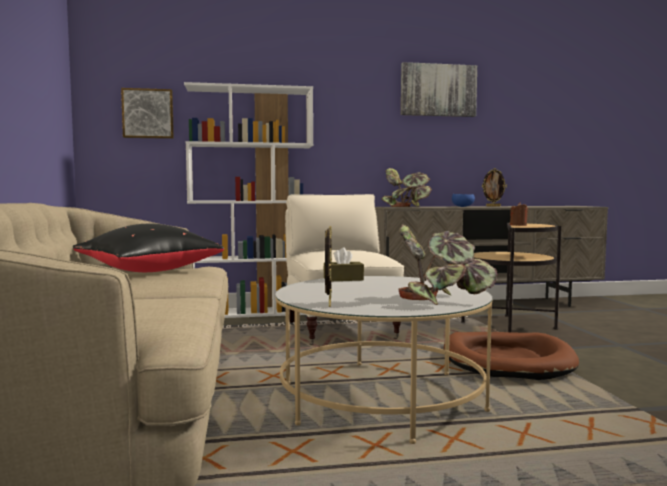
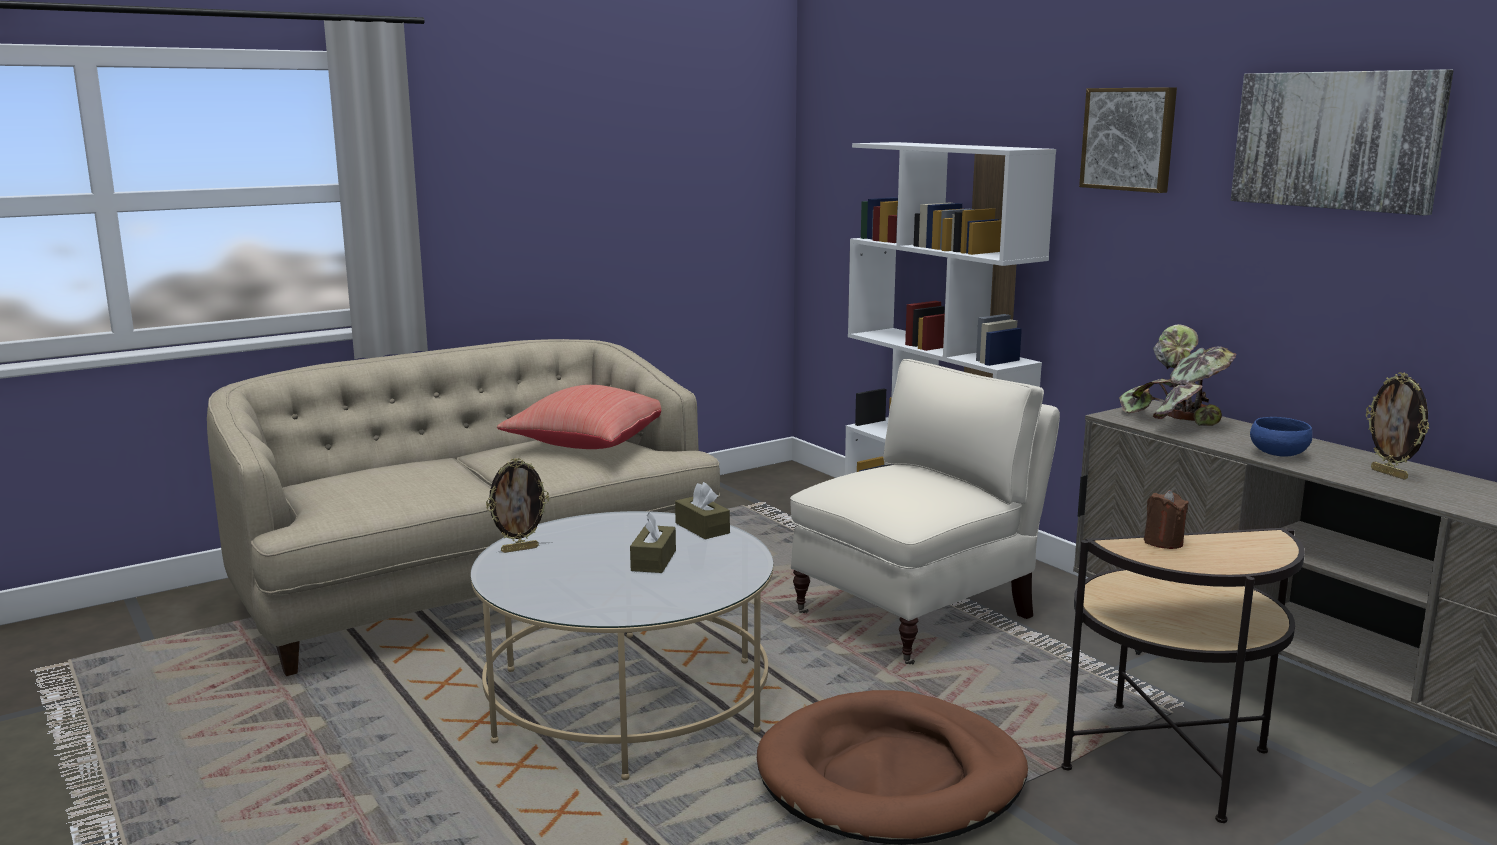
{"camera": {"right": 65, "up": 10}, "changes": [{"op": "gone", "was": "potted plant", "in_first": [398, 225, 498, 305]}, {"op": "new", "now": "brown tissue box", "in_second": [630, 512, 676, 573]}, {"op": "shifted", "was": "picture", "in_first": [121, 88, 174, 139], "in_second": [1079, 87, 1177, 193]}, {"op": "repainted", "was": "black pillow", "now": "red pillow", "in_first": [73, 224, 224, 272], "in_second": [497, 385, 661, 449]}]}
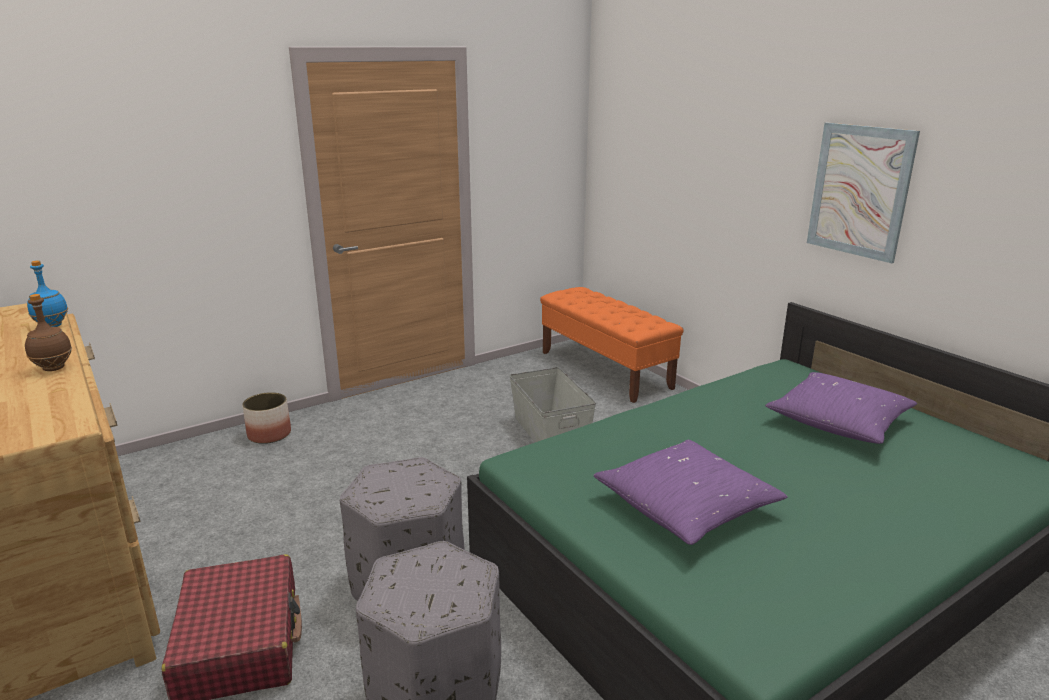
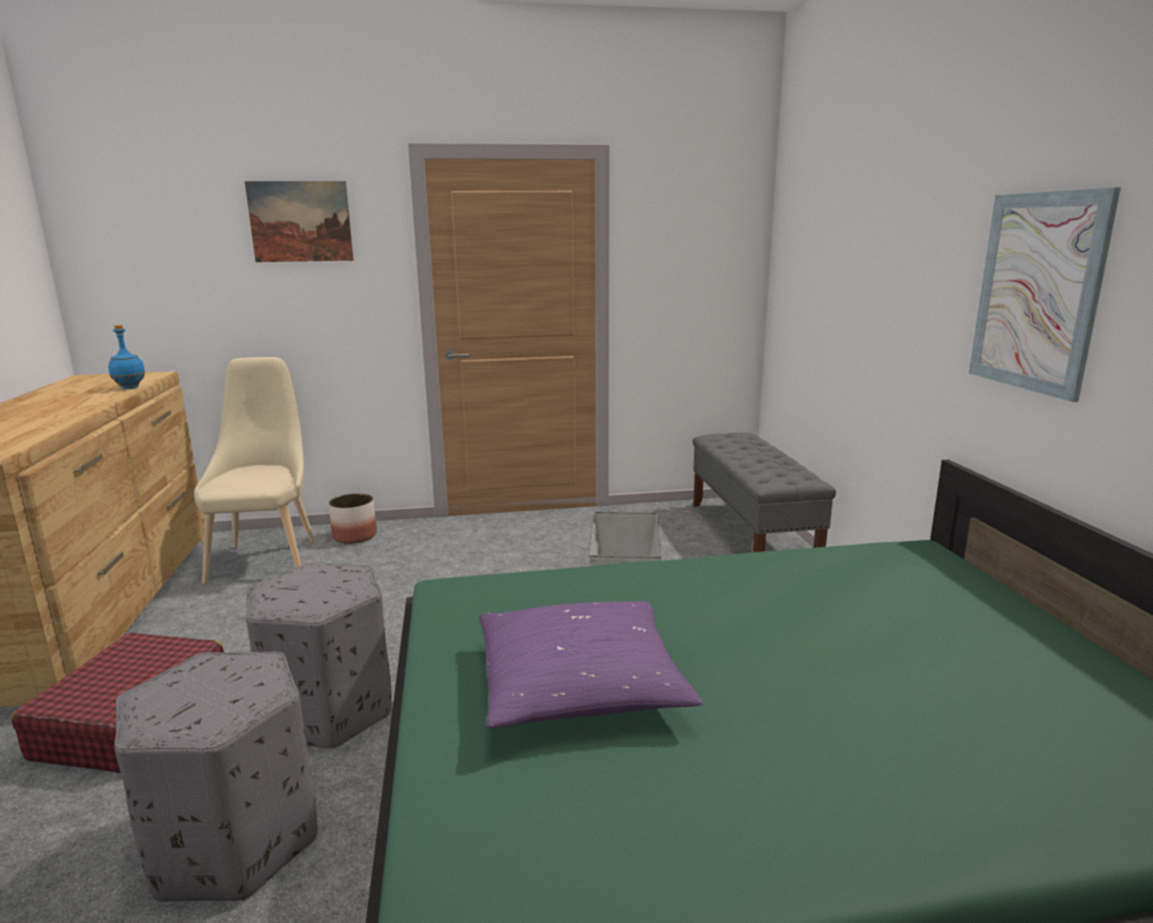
{"camera": {"right": 25, "up": -5}, "changes": [{"op": "gone", "was": "brown bottle", "in_first": [25, 294, 72, 371]}, {"op": "gone", "was": "purple pillow", "in_first": [765, 372, 917, 444]}, {"op": "new", "now": "beige chair", "in_second": [194, 357, 315, 584]}, {"op": "new", "now": "picture", "in_second": [245, 181, 354, 262]}, {"op": "repainted", "was": "orange bench", "now": "grey bench", "in_first": [540, 287, 684, 403], "in_second": [693, 433, 836, 552]}]}
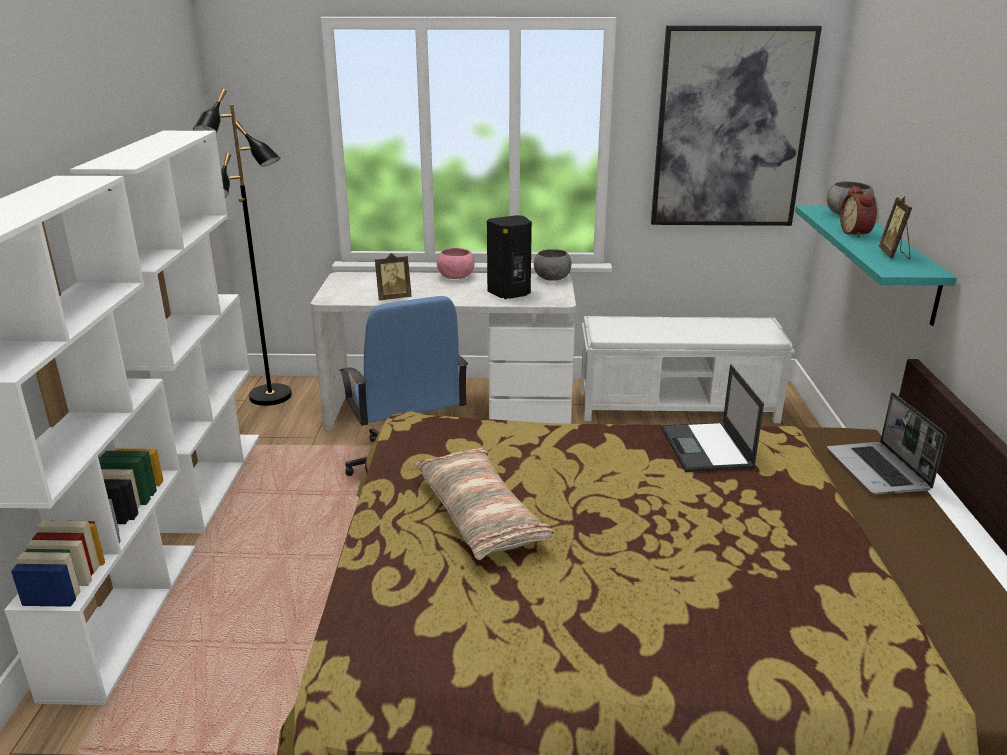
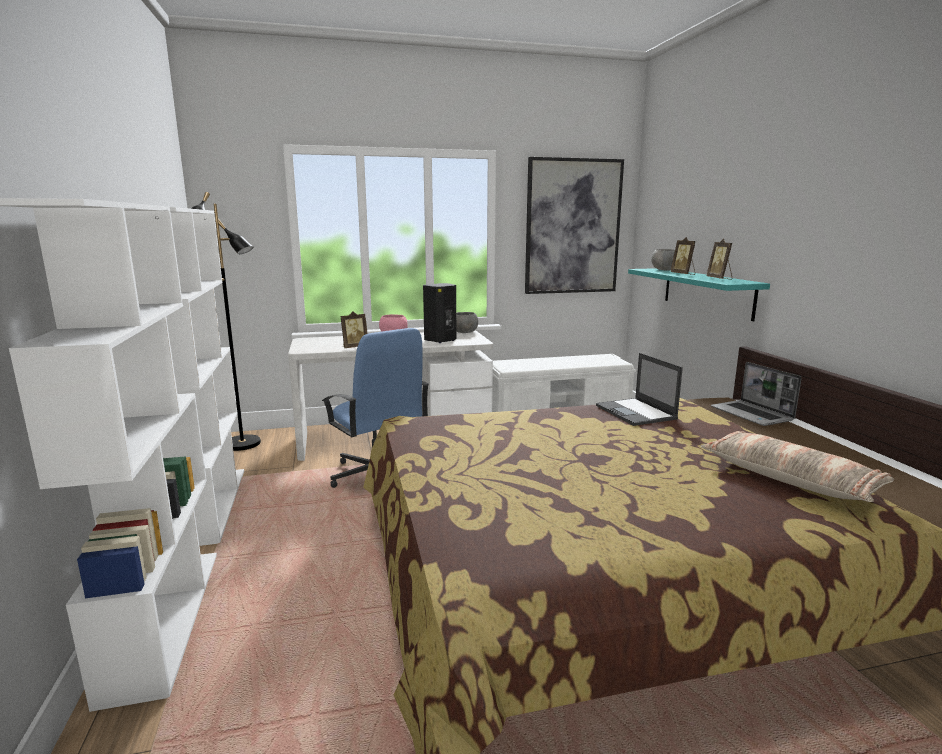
{"camera": {"right": -15, "up": -10}, "changes": [{"op": "shifted", "was": "pillow", "in_first": [414, 448, 554, 560], "in_second": [701, 431, 894, 502]}, {"op": "swapped", "was": "alarm clock", "now": "picture frame", "in_first": [840, 186, 877, 238], "in_second": [670, 237, 696, 275]}]}
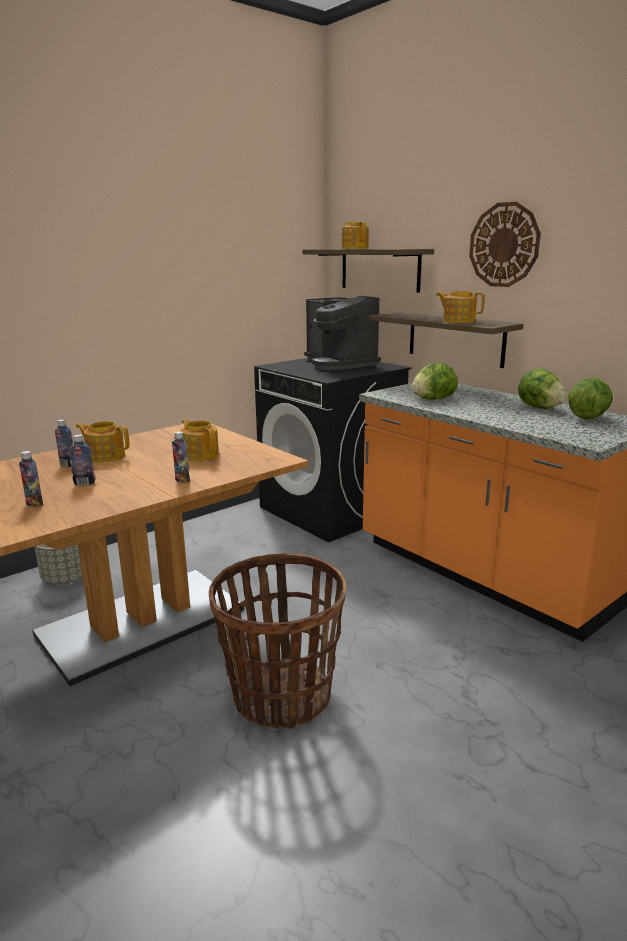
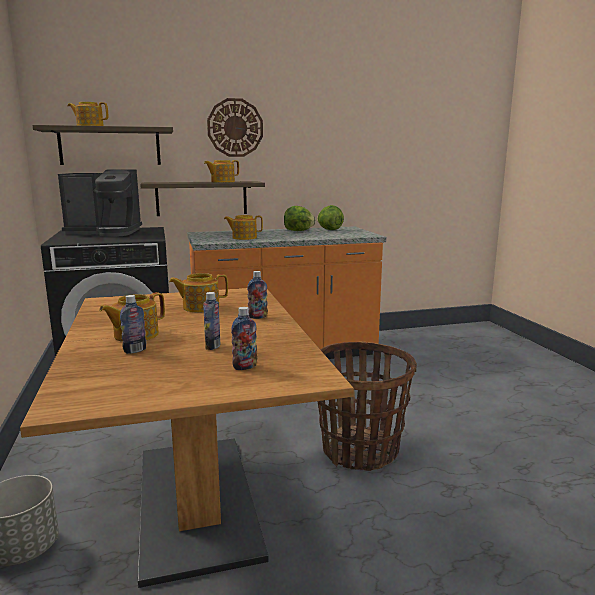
{"camera": {"right": -65, "up": -5}, "changes": [{"op": "swapped", "was": "lettuce", "now": "teapot", "in_first": [412, 362, 458, 400], "in_second": [224, 215, 263, 240]}]}
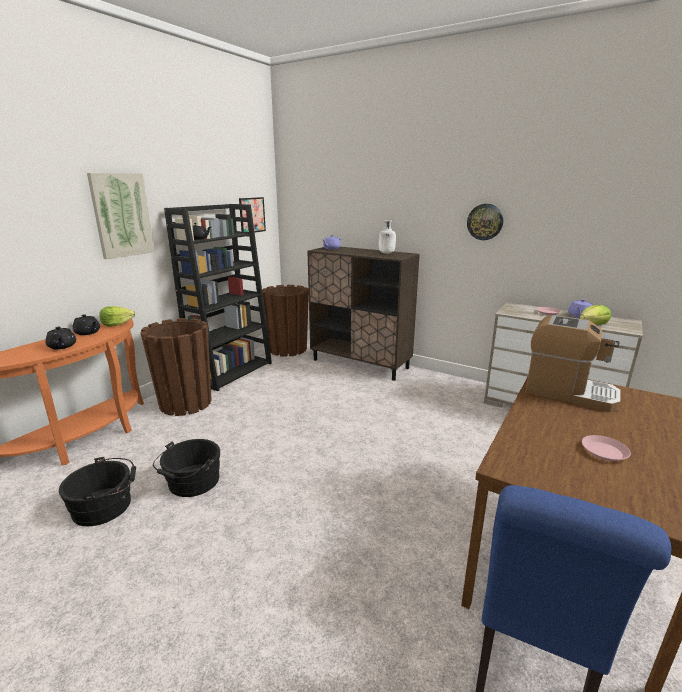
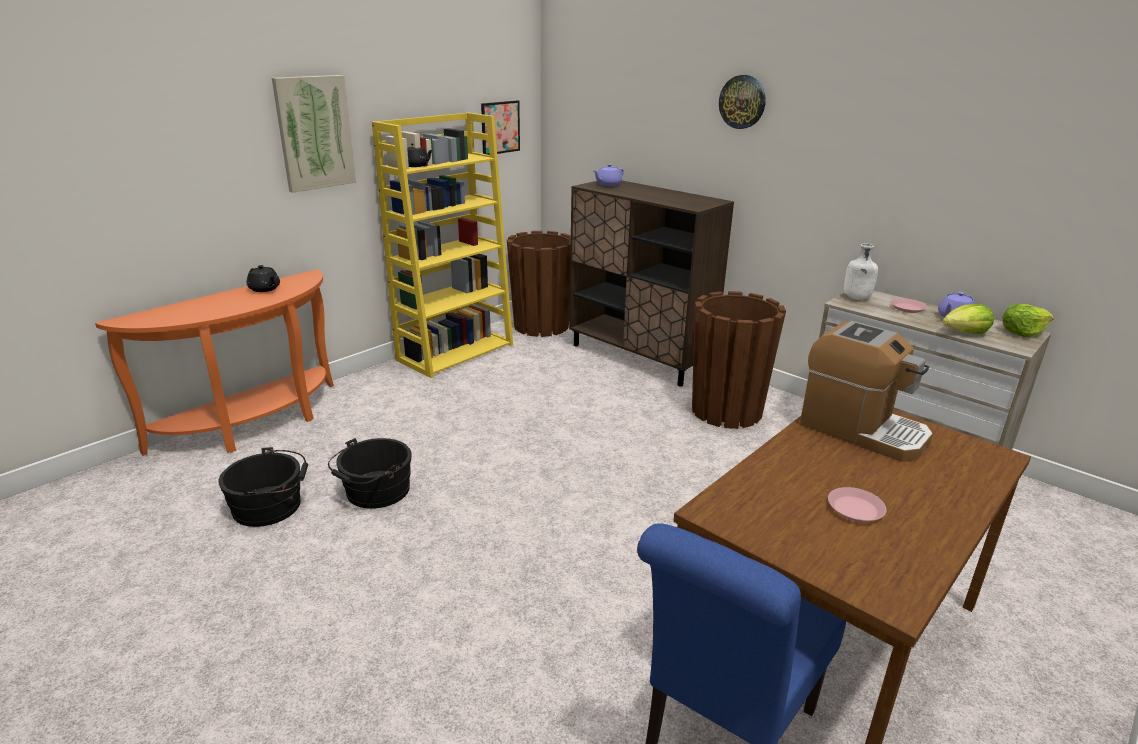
{"camera": {"right": 10, "up": 5}, "changes": [{"op": "gone", "was": "black teapot", "in_first": [45, 327, 76, 349]}, {"op": "shifted", "was": "lettuce", "in_first": [99, 306, 135, 327], "in_second": [1002, 304, 1054, 337]}, {"op": "shifted", "was": "brown planter", "in_first": [140, 318, 212, 416], "in_second": [692, 291, 786, 429]}, {"op": "shifted", "was": "white bottle", "in_first": [379, 220, 396, 254], "in_second": [844, 243, 878, 300]}, {"op": "shifted", "was": "wall clock", "in_first": [467, 204, 503, 240], "in_second": [719, 75, 766, 129]}, {"op": "repainted", "was": "black bookcase", "now": "yellow bookcase", "in_first": [164, 204, 272, 391], "in_second": [372, 112, 513, 378]}]}
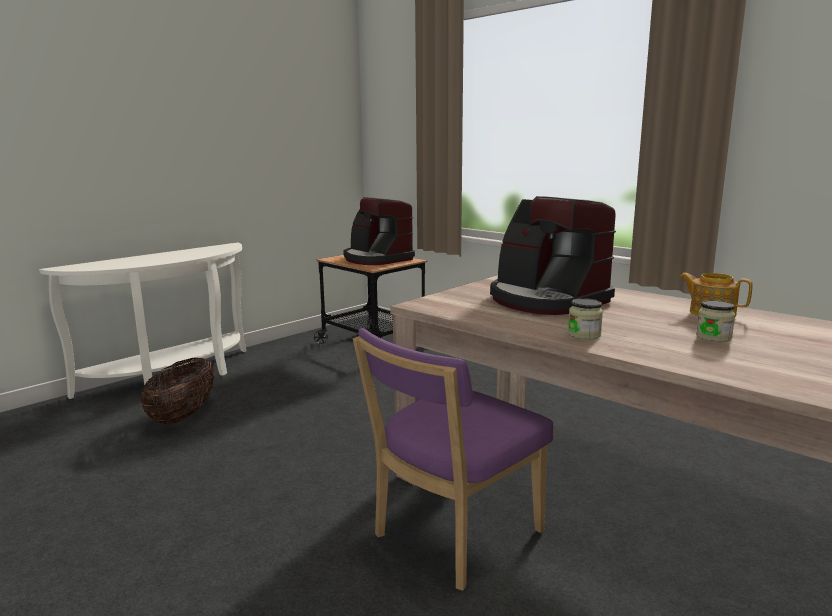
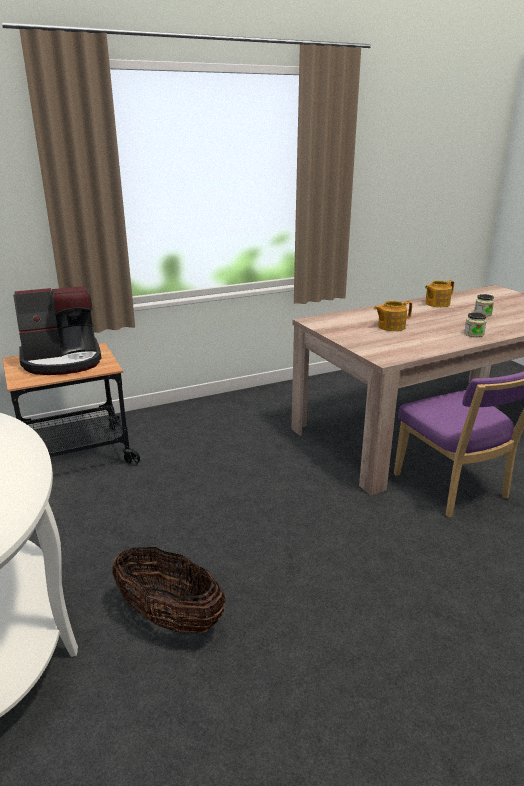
{"camera": {"right": -70, "up": 10}, "changes": [{"op": "swapped", "was": "coffee machine", "now": "teapot", "in_first": [490, 196, 616, 315], "in_second": [374, 301, 412, 331]}]}
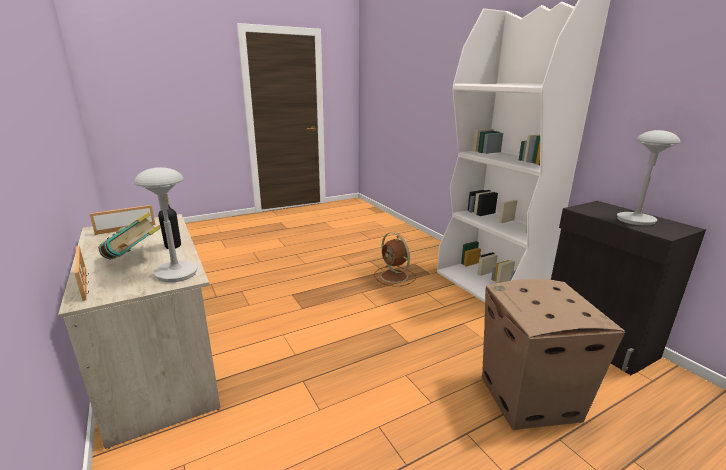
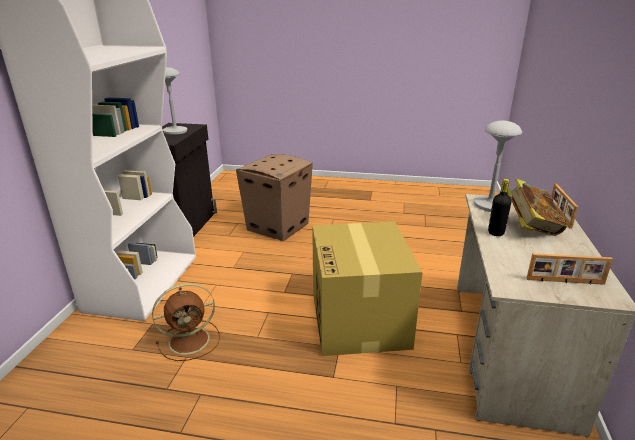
{"camera": {"right": -140, "up": 5}, "changes": [{"op": "new", "now": "cardboard box", "in_second": [312, 221, 423, 356]}, {"op": "rotated", "was": "brown fan", "in_first": [374, 232, 416, 287], "in_second": [152, 283, 220, 361], "clockwise": 60}]}
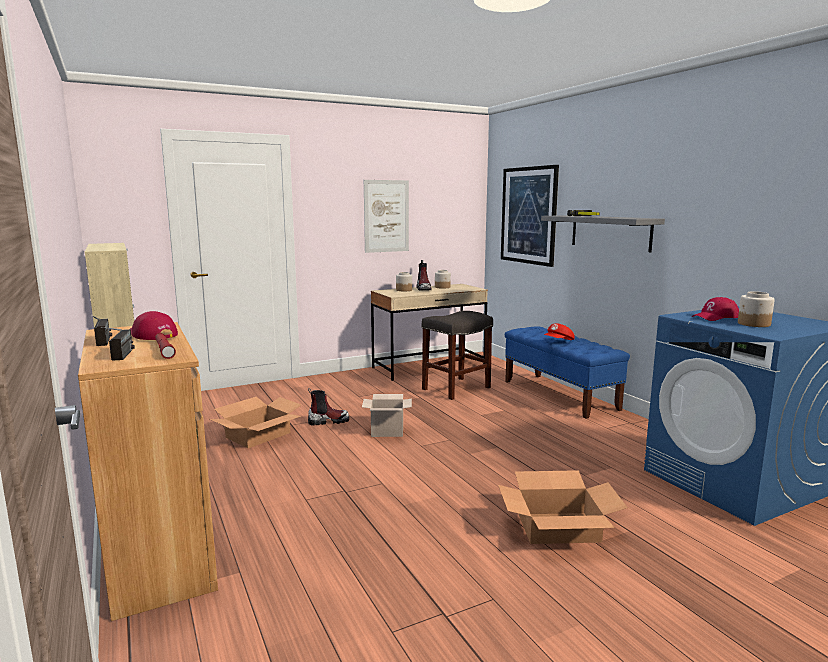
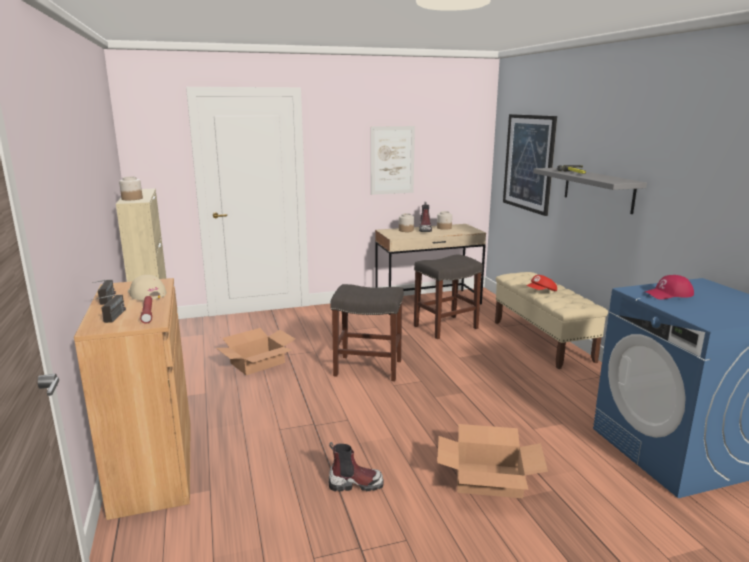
{"camera": {"right": 10, "up": 5}, "changes": [{"op": "shifted", "was": "boot", "in_first": [308, 388, 349, 425], "in_second": [329, 442, 384, 492]}, {"op": "shifted", "was": "jar", "in_first": [738, 291, 775, 327], "in_second": [119, 177, 143, 200]}, {"op": "swapped", "was": "cardboard box", "now": "grey stool", "in_first": [362, 394, 412, 437], "in_second": [330, 284, 404, 381]}, {"op": "repainted", "was": "red cap", "now": "beige cap", "in_first": [130, 311, 178, 340], "in_second": [128, 275, 166, 301]}, {"op": "repainted", "was": "blue bench", "now": "beige bench", "in_first": [505, 326, 630, 419], "in_second": [495, 272, 608, 369]}]}
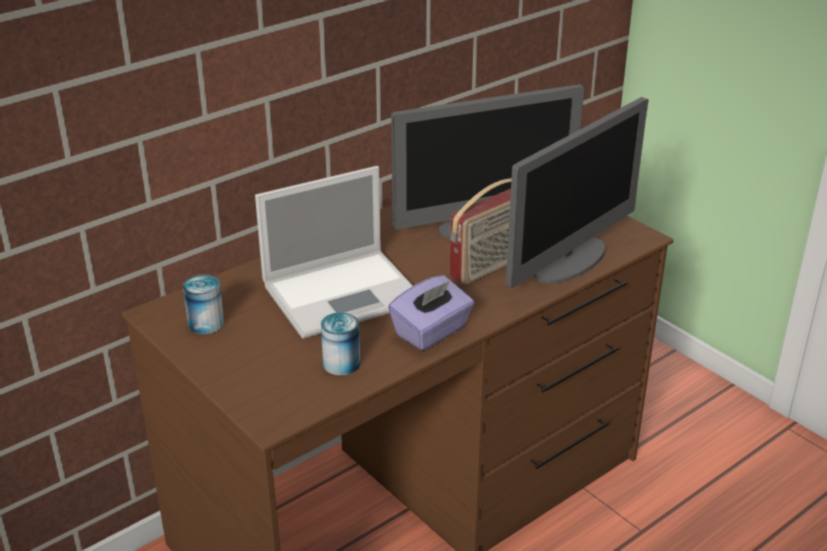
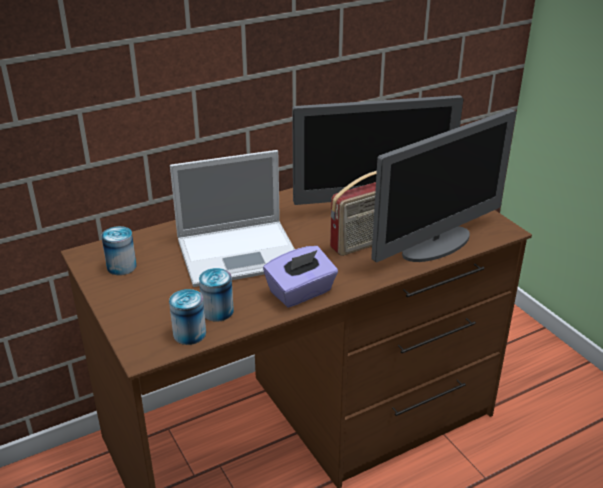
{"camera": {"right": 10, "up": 0}, "changes": [{"op": "new", "now": "can", "in_second": [169, 289, 206, 345]}]}
